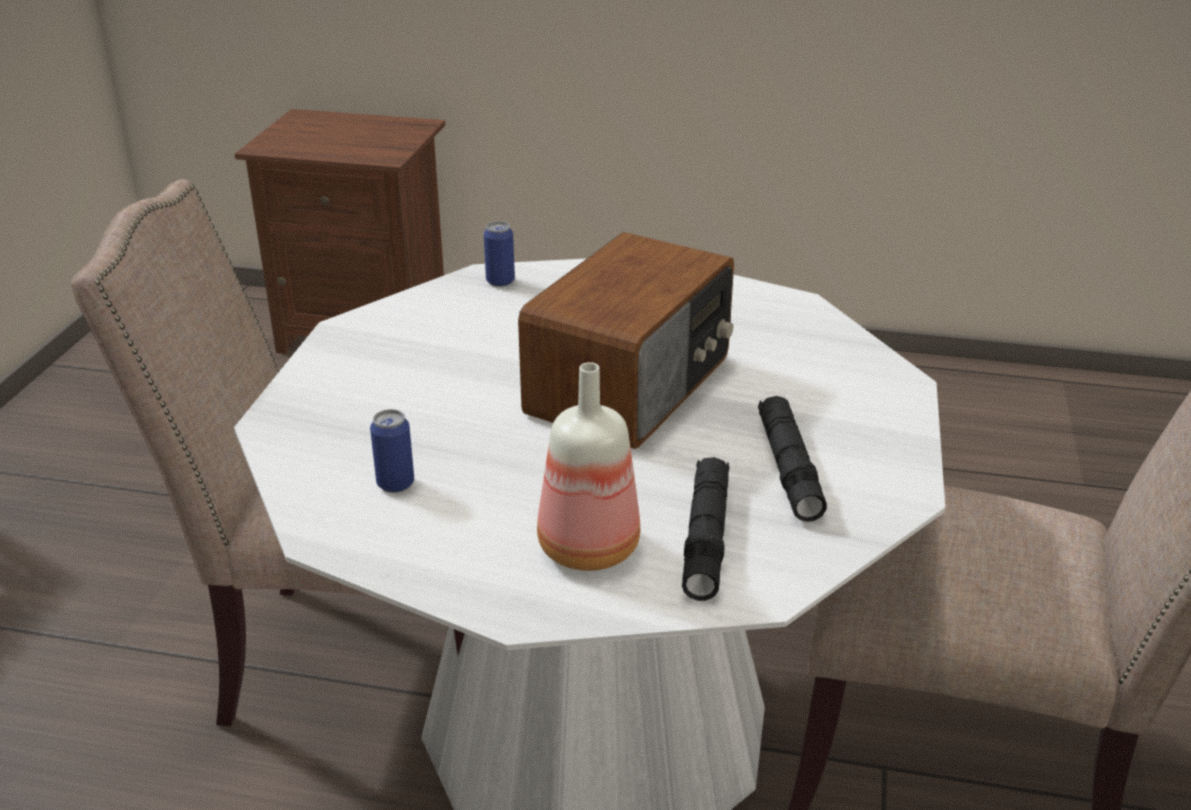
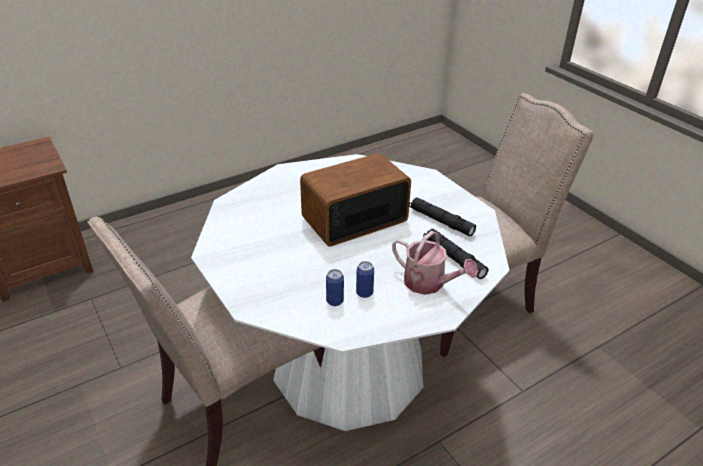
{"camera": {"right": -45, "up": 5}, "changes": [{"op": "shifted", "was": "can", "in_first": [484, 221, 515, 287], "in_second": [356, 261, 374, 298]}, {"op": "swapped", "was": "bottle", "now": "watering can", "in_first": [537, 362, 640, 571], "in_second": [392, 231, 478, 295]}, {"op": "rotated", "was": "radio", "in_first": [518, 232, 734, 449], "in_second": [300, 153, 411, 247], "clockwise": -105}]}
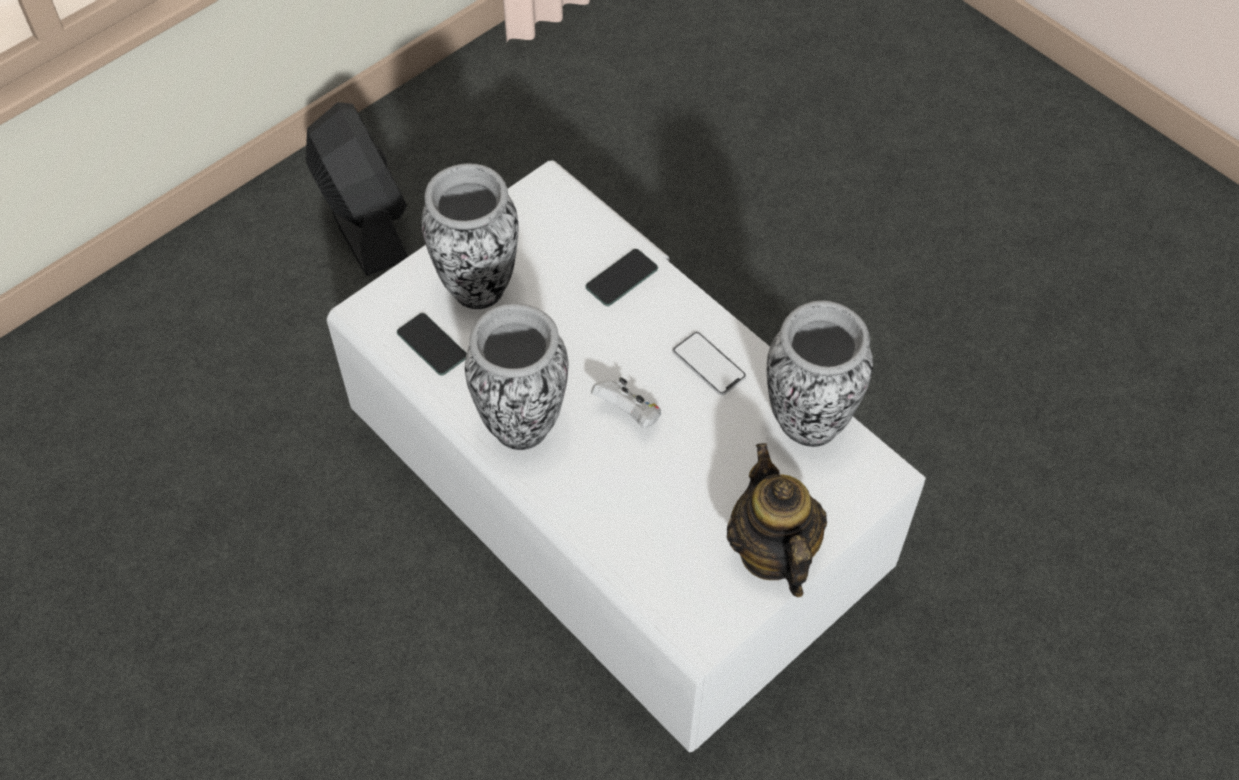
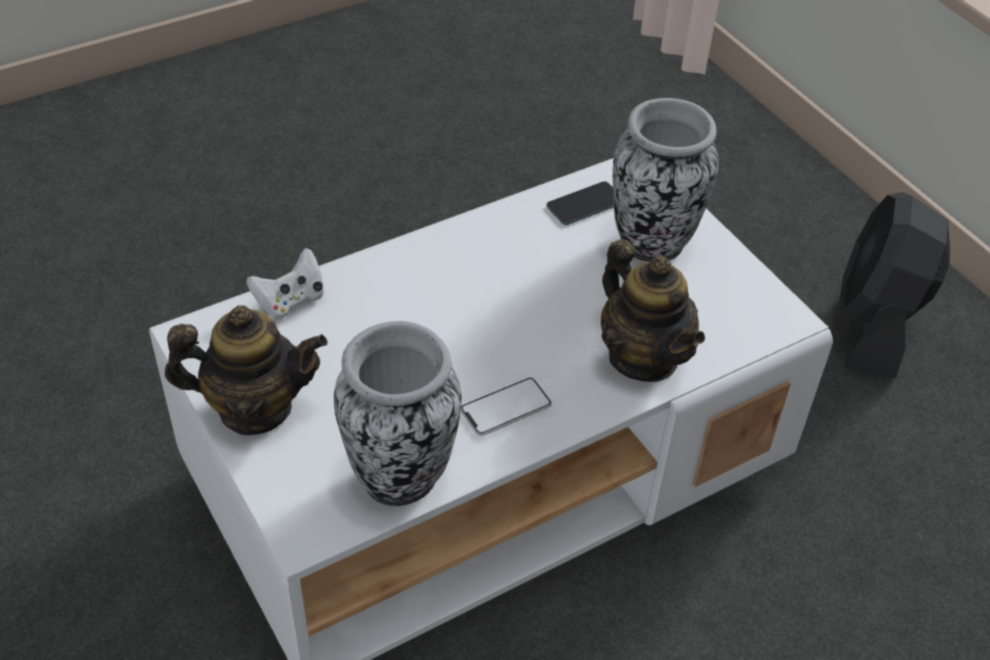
{"camera": {"right": 100, "up": -10}, "changes": [{"op": "gone", "was": "vase", "in_first": [465, 303, 568, 450]}, {"op": "shifted", "was": "white game controller", "in_first": [591, 378, 661, 428], "in_second": [246, 248, 324, 319]}, {"op": "swapped", "was": "phone", "now": "teapot", "in_first": [585, 249, 658, 306], "in_second": [601, 239, 705, 382]}, {"op": "rotated", "was": "black fan", "in_first": [306, 102, 408, 276], "in_second": [840, 192, 950, 378], "clockwise": 120}]}
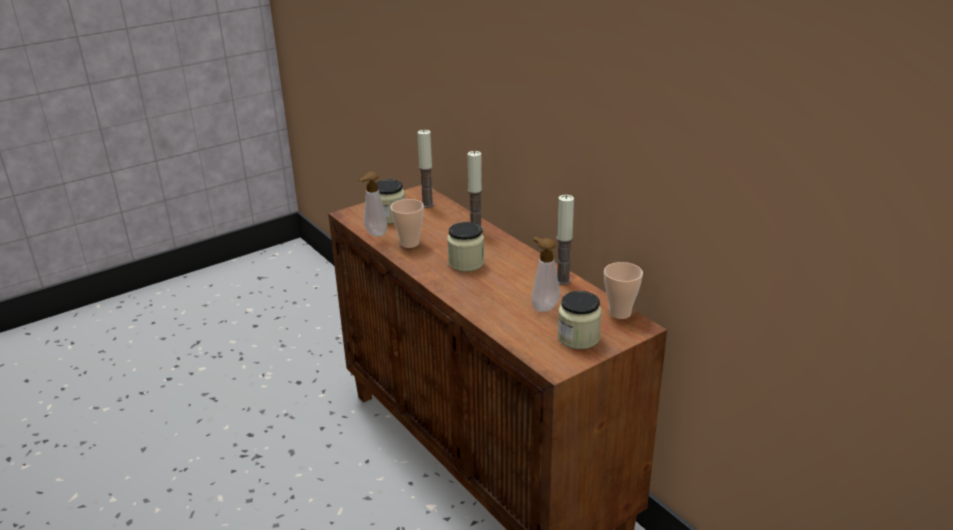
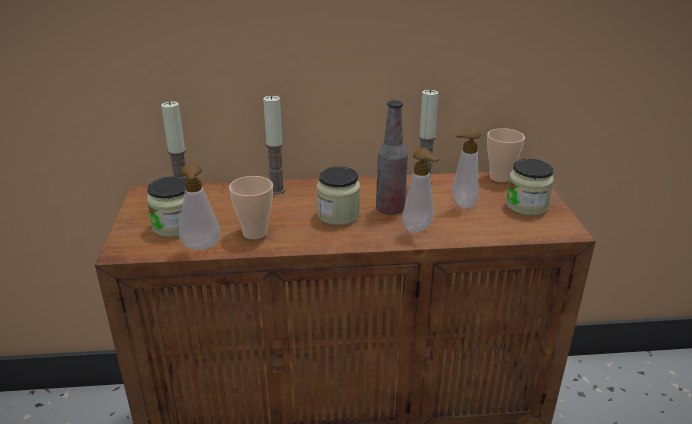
{"camera": {"right": -60, "up": 0}, "changes": [{"op": "new", "now": "bottle", "in_second": [376, 100, 408, 215]}, {"op": "new", "now": "soap dispenser", "in_second": [402, 148, 439, 233]}]}
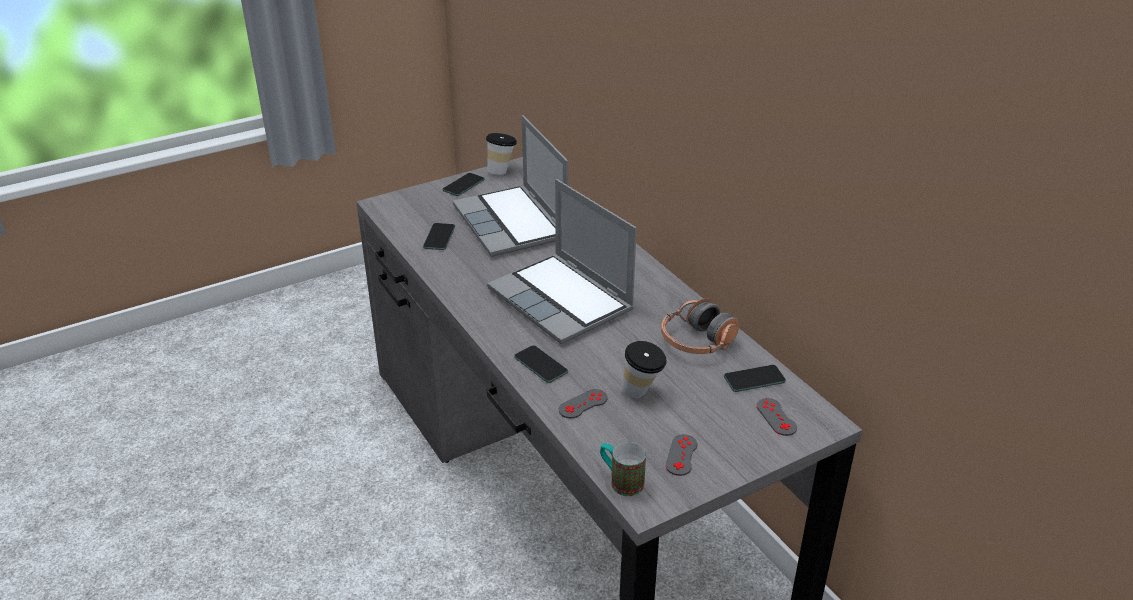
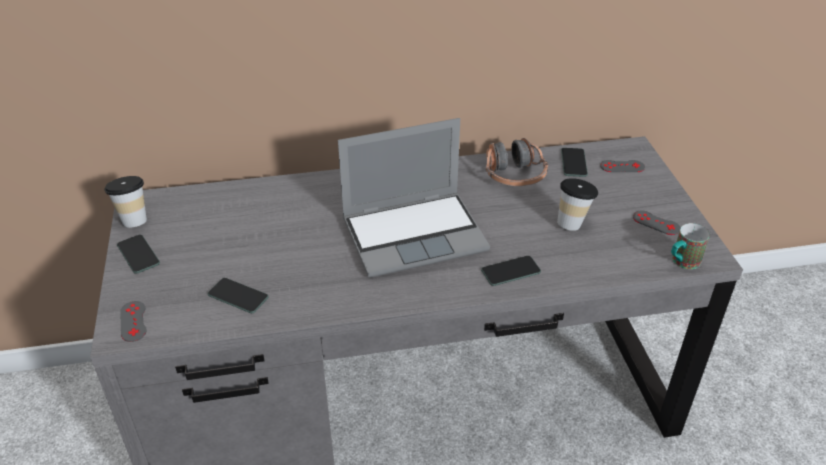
{"camera": {"right": -70, "up": 5}, "changes": [{"op": "gone", "was": "laptop", "in_first": [453, 115, 568, 257]}, {"op": "shifted", "was": "grey game controller", "in_first": [558, 389, 607, 418], "in_second": [120, 301, 147, 342]}]}
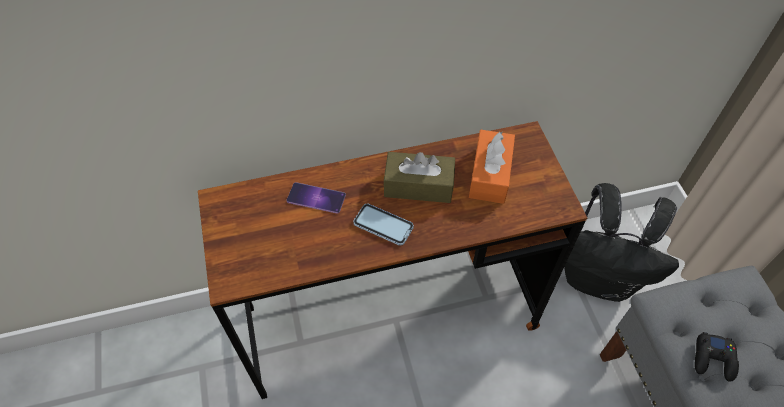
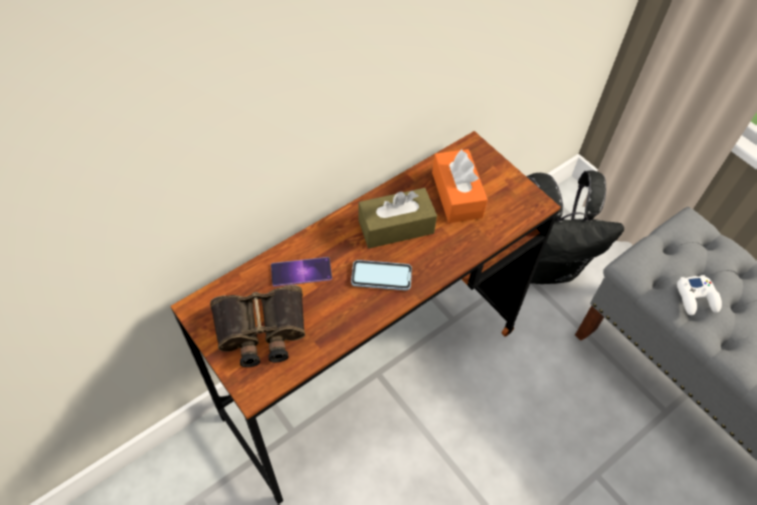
{"camera": {"right": -25, "up": 0}, "changes": [{"op": "new", "now": "binoculars", "in_second": [210, 285, 305, 367]}, {"op": "repainted", "was": "black game controller", "now": "white game controller", "in_first": [695, 332, 739, 382], "in_second": [677, 275, 722, 316]}]}
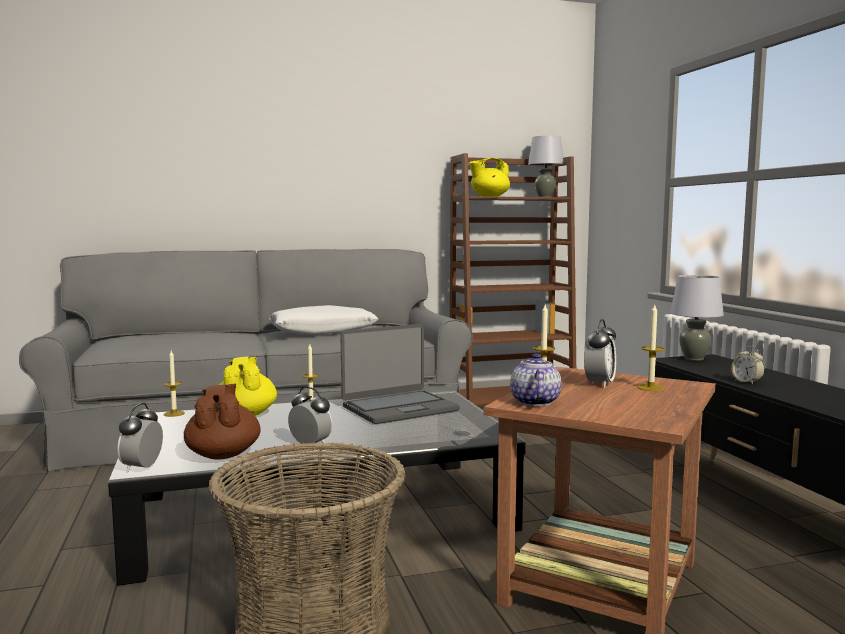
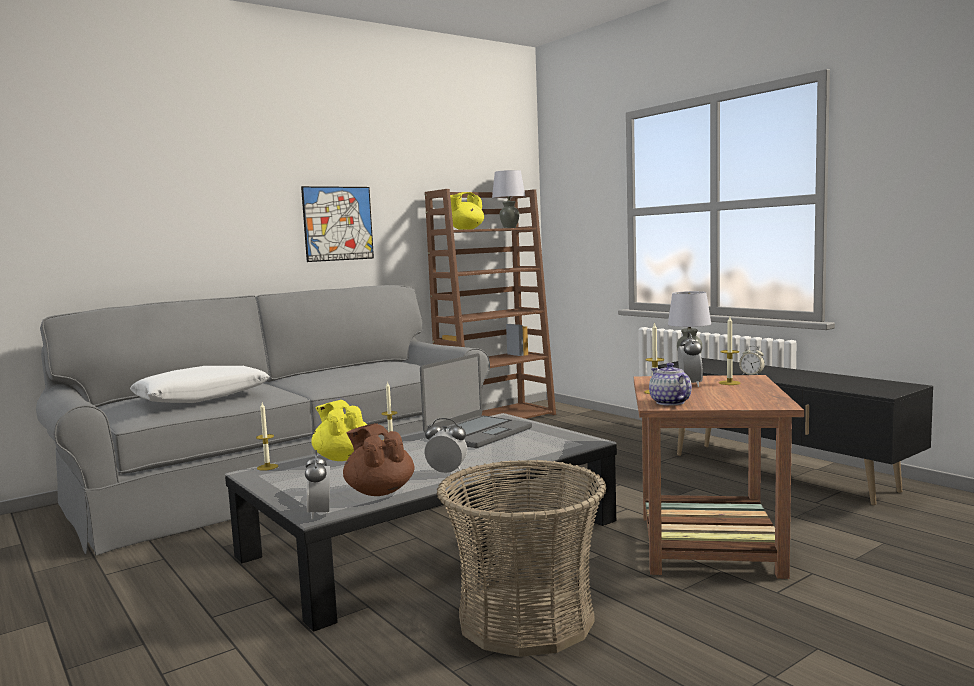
{"camera": {"right": -20, "up": 0}, "changes": [{"op": "new", "now": "picture", "in_second": [301, 186, 374, 262]}, {"op": "shifted", "was": "white pillow", "in_first": [269, 305, 378, 335], "in_second": [130, 366, 270, 403]}]}
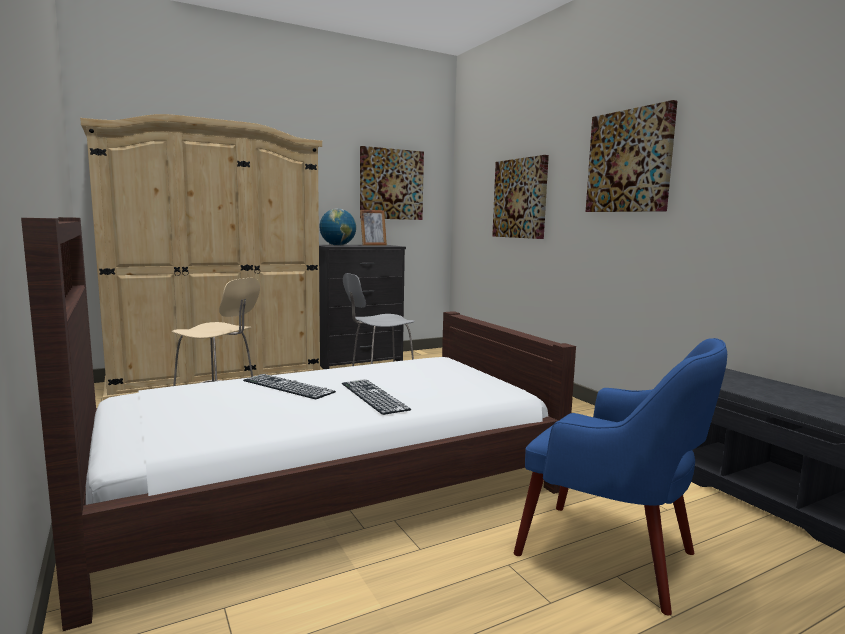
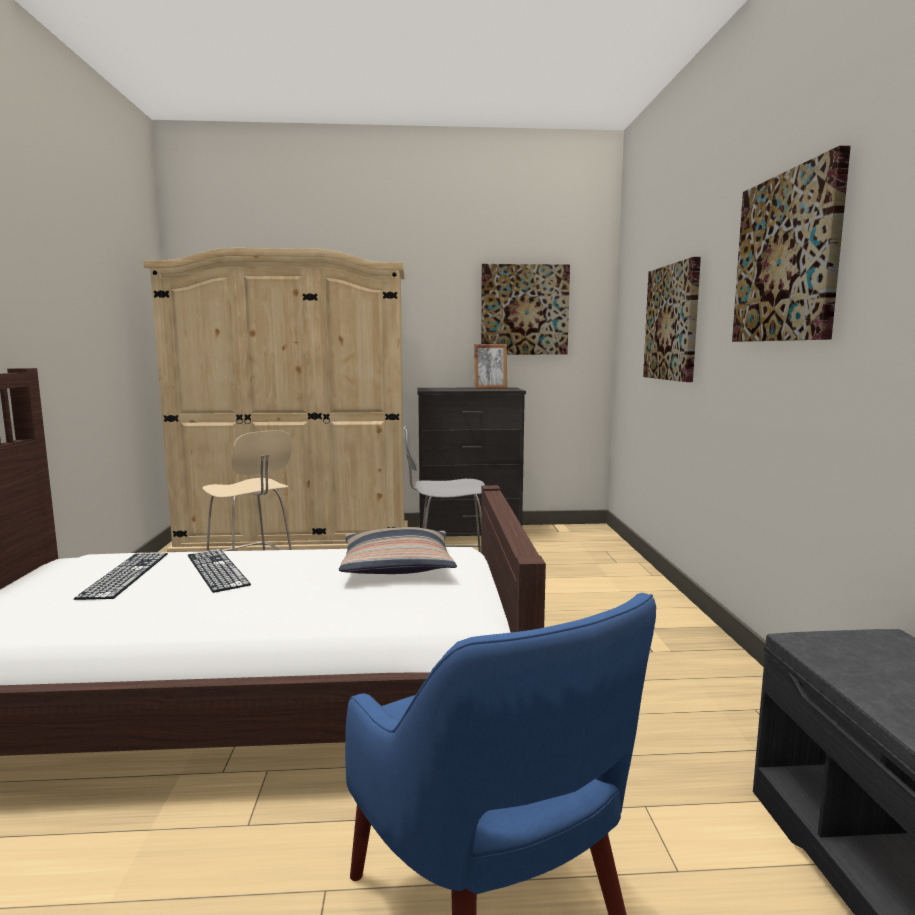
{"camera": {"right": 25, "up": 0}, "changes": [{"op": "gone", "was": "globe", "in_first": [319, 209, 356, 246]}, {"op": "new", "now": "pillow", "in_second": [339, 527, 457, 574]}, {"op": "shifted", "was": "keyboard", "in_first": [342, 379, 411, 415], "in_second": [74, 552, 168, 600]}]}
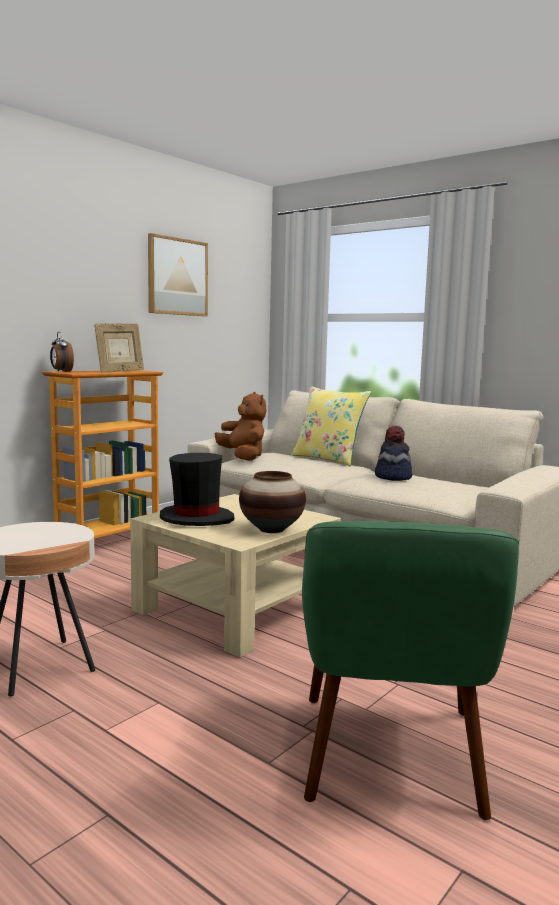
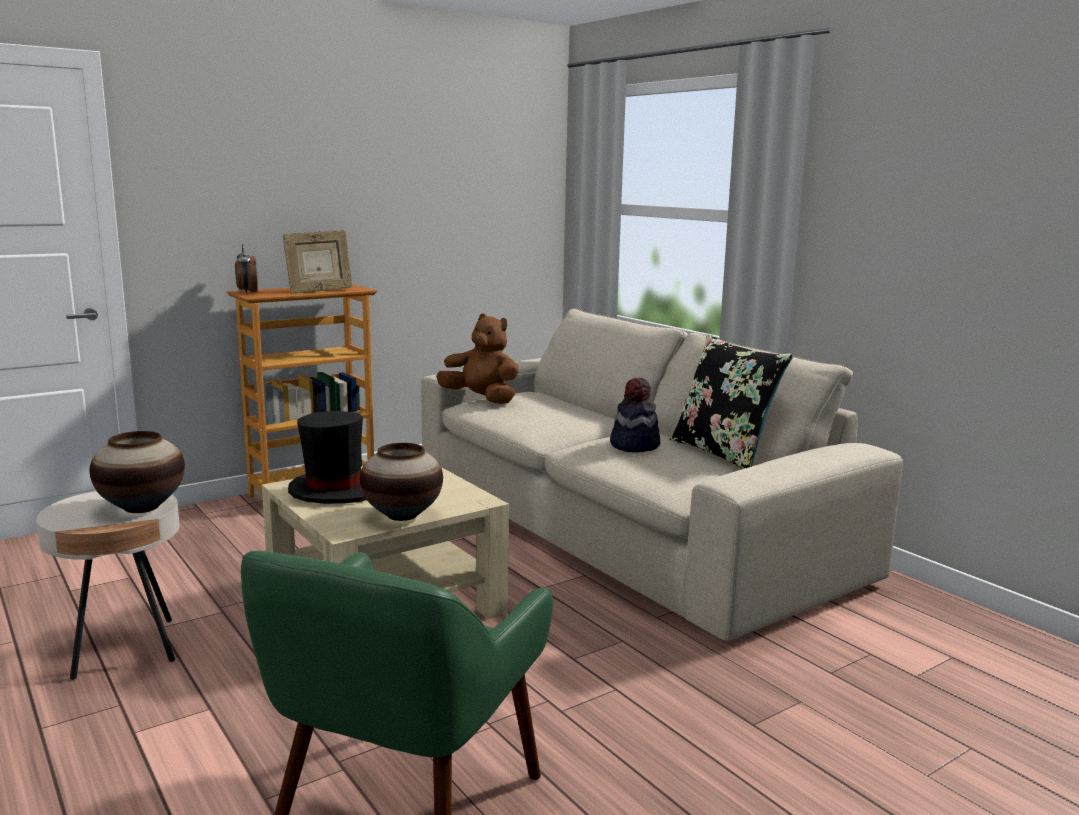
{"camera": {"right": 15, "up": 5}, "changes": [{"op": "gone", "was": "picture", "in_first": [148, 233, 208, 316]}, {"op": "gone", "was": "yellow pillow", "in_first": [291, 386, 371, 466]}, {"op": "new", "now": "vase", "in_second": [90, 431, 185, 513]}, {"op": "new", "now": "black pillow", "in_second": [669, 334, 793, 469]}, {"op": "rotated", "was": "brown plush toy", "in_first": [215, 392, 267, 461], "in_second": [436, 313, 519, 404], "clockwise": -45}]}
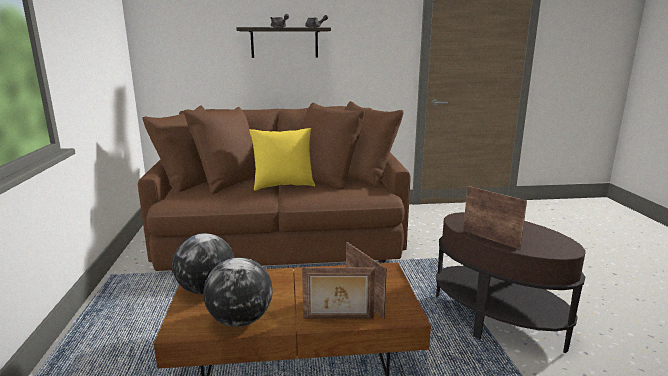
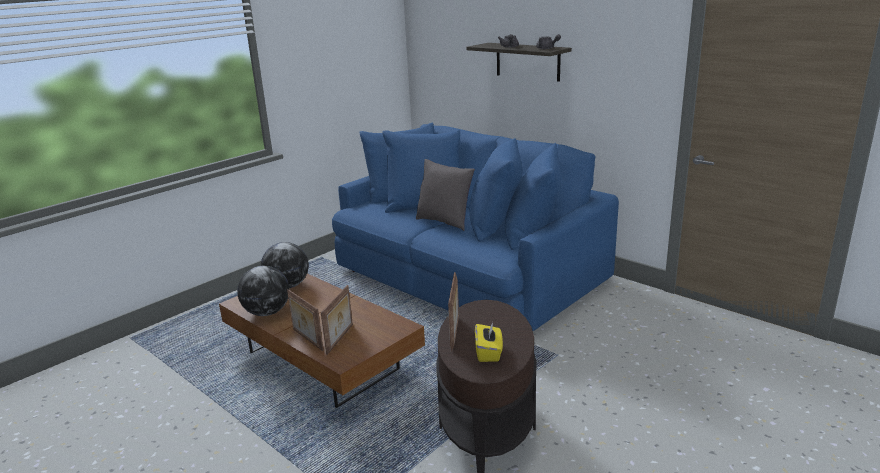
{"camera": {"right": 50, "up": 5}, "changes": [{"op": "new", "now": "yellow tissue box", "in_second": [475, 322, 503, 362]}, {"op": "repainted", "was": "brown sofa", "now": "blue sofa", "in_first": [138, 101, 411, 272], "in_second": [332, 122, 619, 331]}, {"op": "repainted", "was": "yellow pillow", "now": "grey pillow", "in_first": [249, 128, 315, 191], "in_second": [416, 159, 475, 231]}]}
